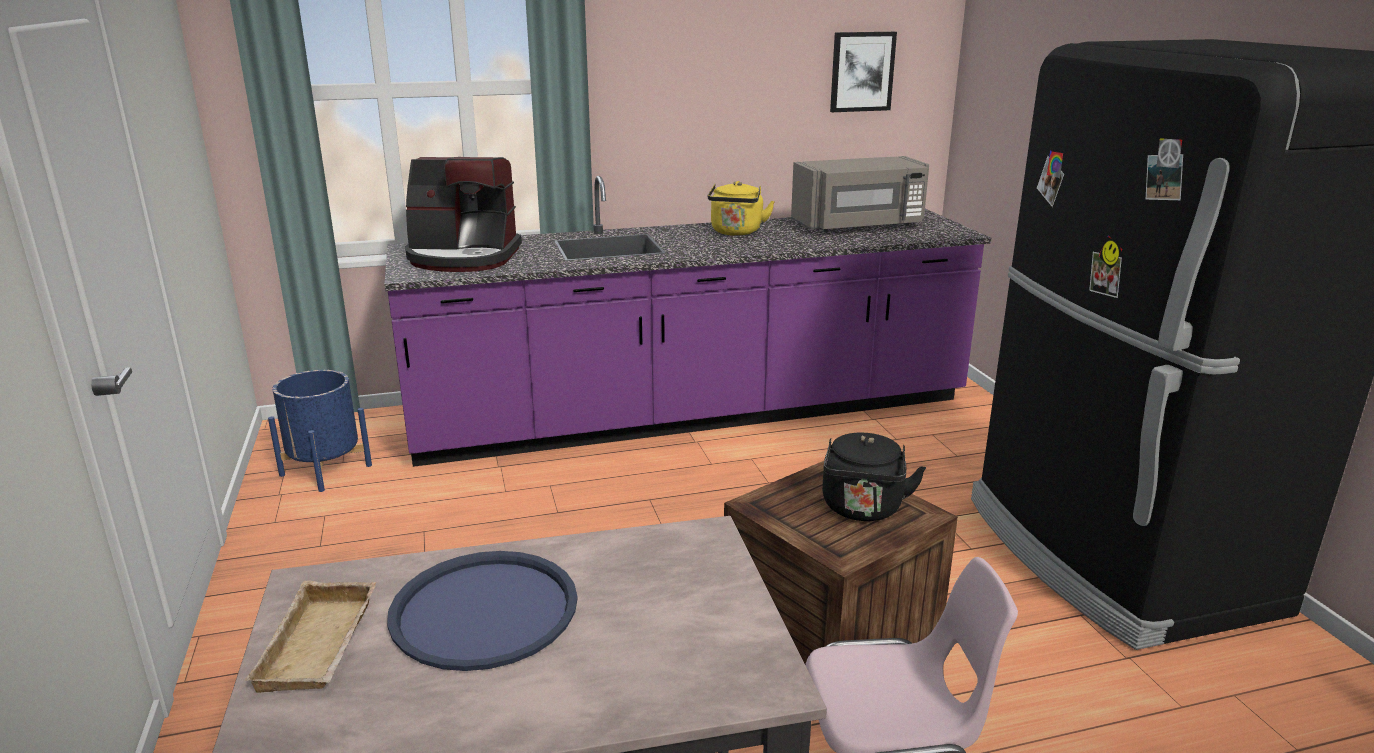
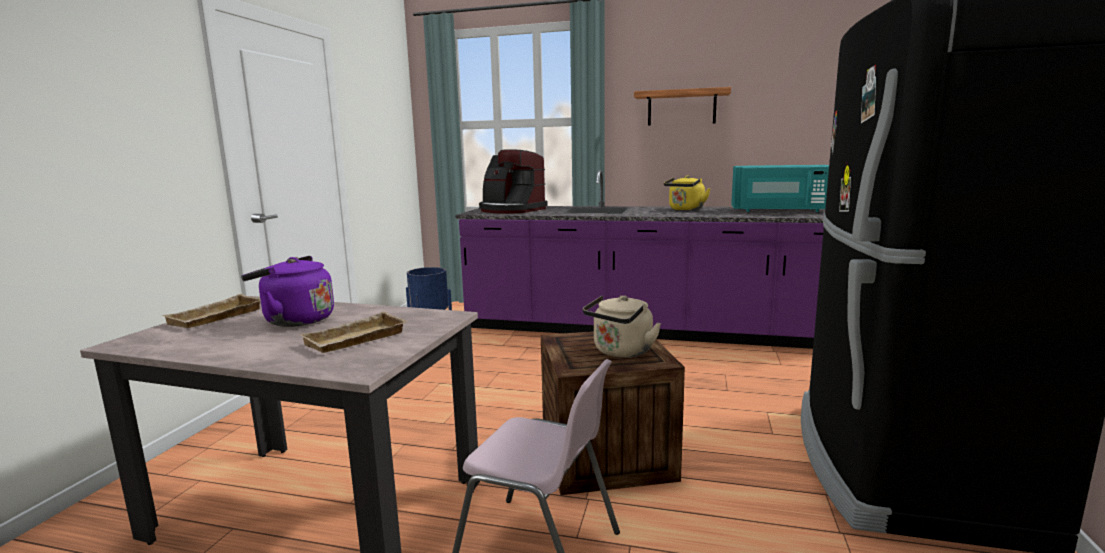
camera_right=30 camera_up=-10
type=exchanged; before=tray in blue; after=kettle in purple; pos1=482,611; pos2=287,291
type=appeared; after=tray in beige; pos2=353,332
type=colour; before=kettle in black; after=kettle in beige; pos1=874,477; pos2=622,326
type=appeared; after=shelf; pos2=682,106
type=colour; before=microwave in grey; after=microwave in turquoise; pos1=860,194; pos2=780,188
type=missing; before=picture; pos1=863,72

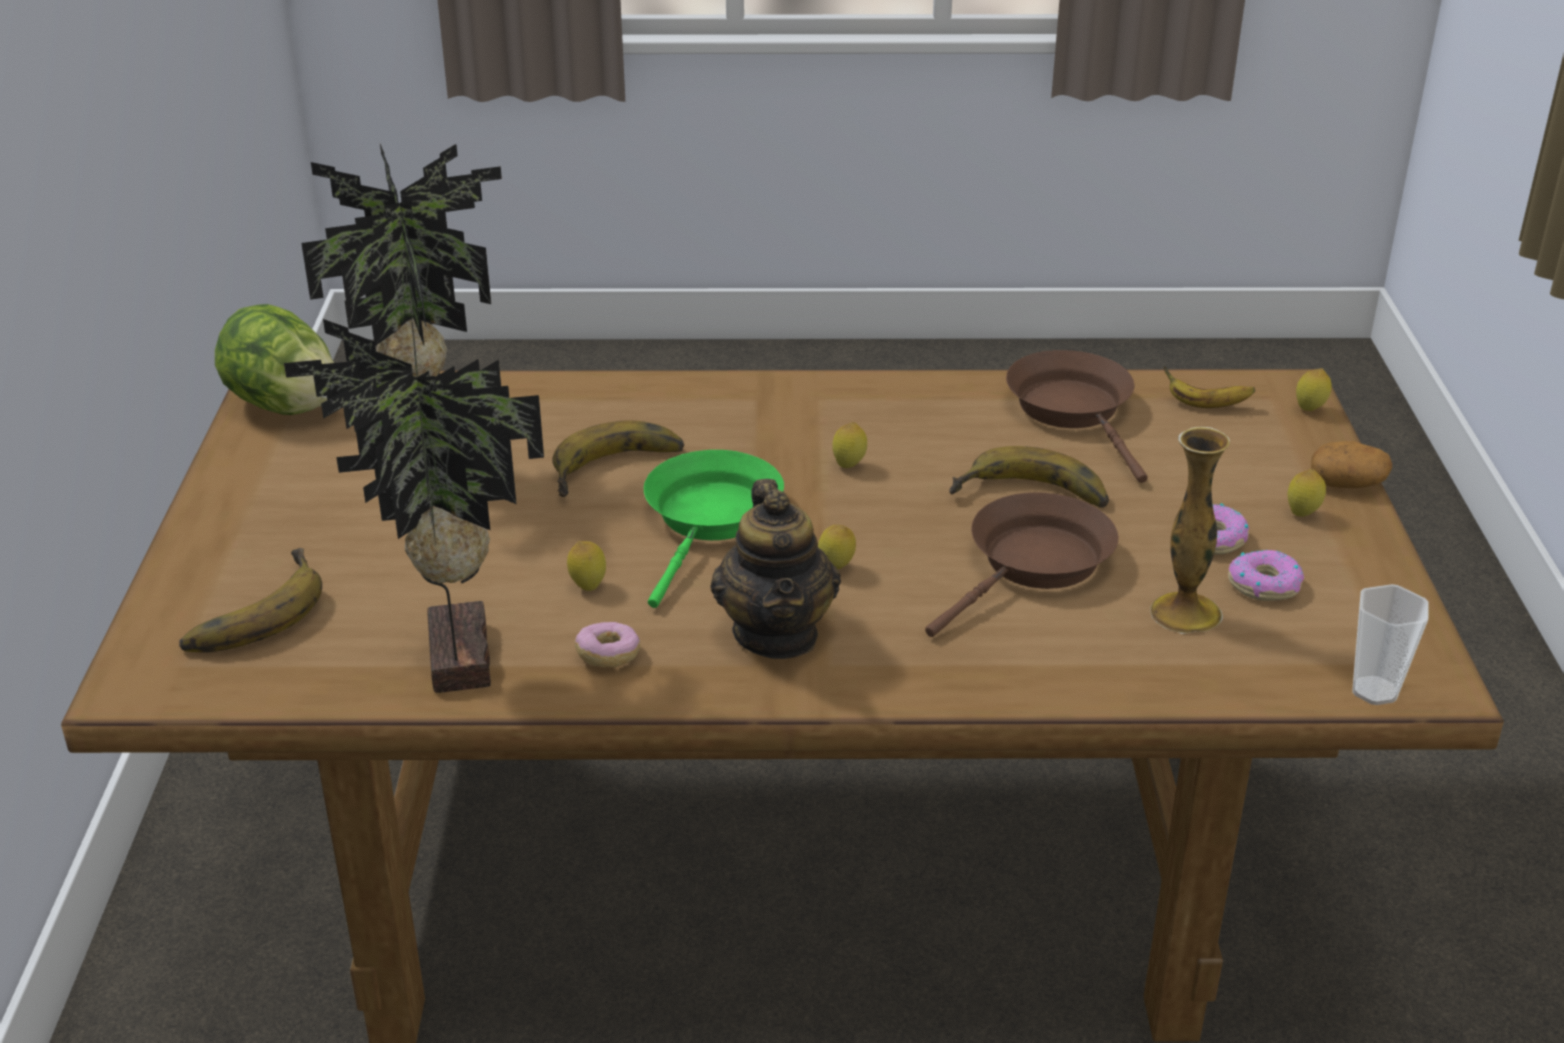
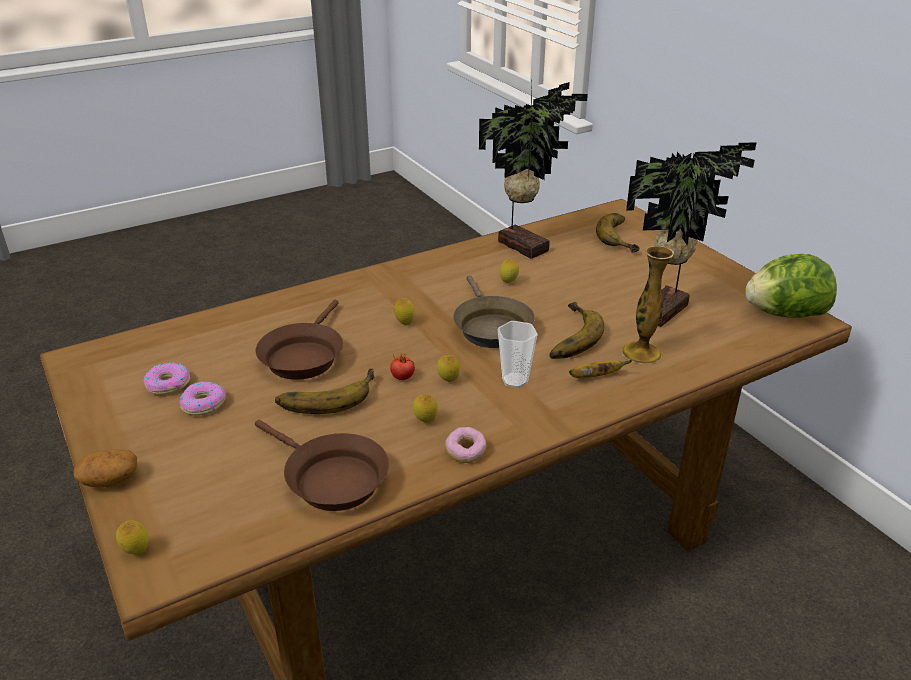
camera_right=150 camera_up=0
type=appeared; after=tomato; pos2=402,366
type=relocated; before=lemon; pos1=1307,493; pos2=425,408
type=relocated; before=donut; pos1=607,644; pos2=466,445
type=colour; before=frying pan in green; after=frying pan in brown; pos1=714,529; pos2=494,311
type=relocated; before=cup; pos1=1390,644; pos2=518,354
type=relocated; before=banana; pos1=1209,387; pos2=600,369
type=relocated; before=vase; pos1=1190,530; pos2=648,305
type=missing; before=teapot; pos1=775,569

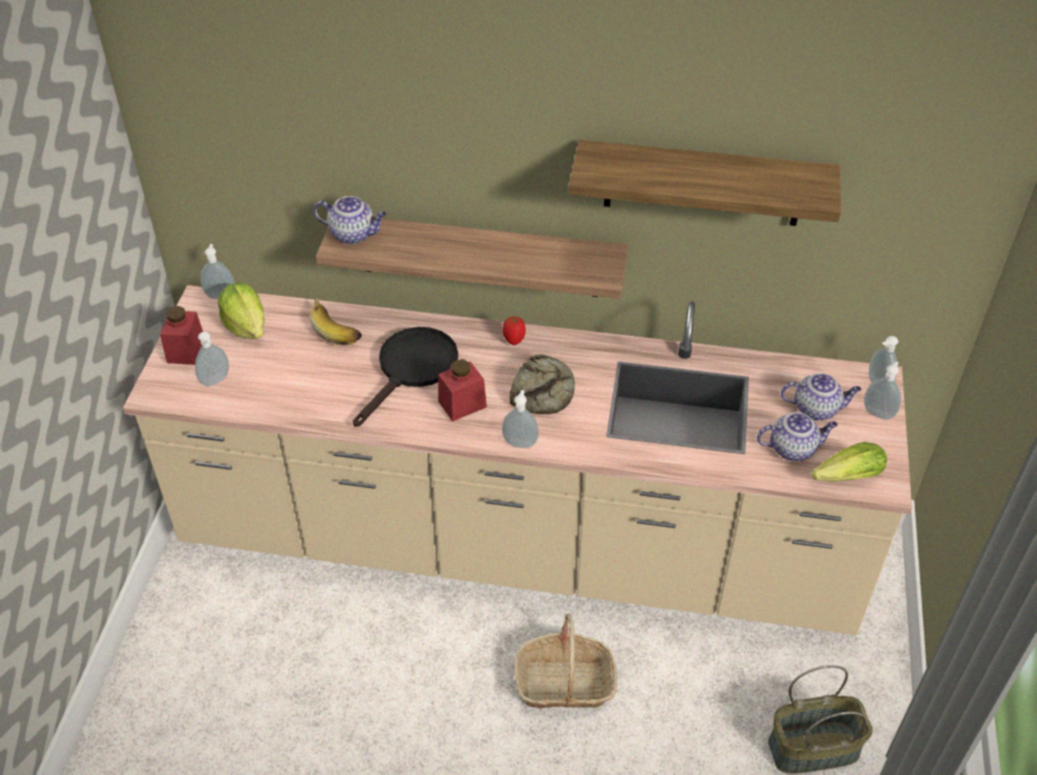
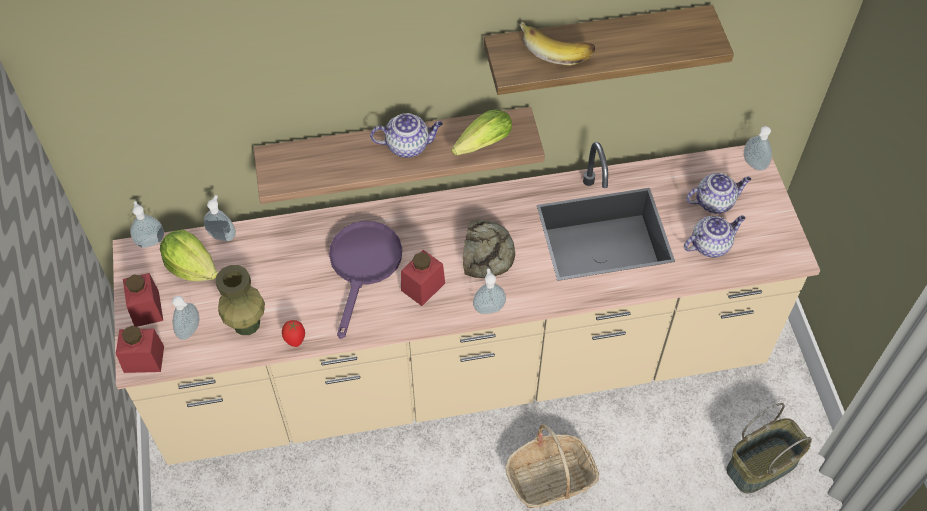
camera_right=-20 camera_up=10
type=appeared; after=jar in red; pos2=140,349
type=relocated; before=soap dispenser; pos1=882,390; pos2=220,218
type=appeared; after=vase in green; pos2=240,300
type=relocated; before=tomato; pos1=514,331; pos2=293,333
type=colour; before=frying pan in black; after=frying pan in purple; pos1=405,377; pos2=365,280
type=relocated; before=teapot; pos1=350,220; pos2=406,135
type=relocated; before=lettuce; pos1=849,462; pos2=481,132
type=relocated; before=banana; pos1=335,321; pos2=557,43

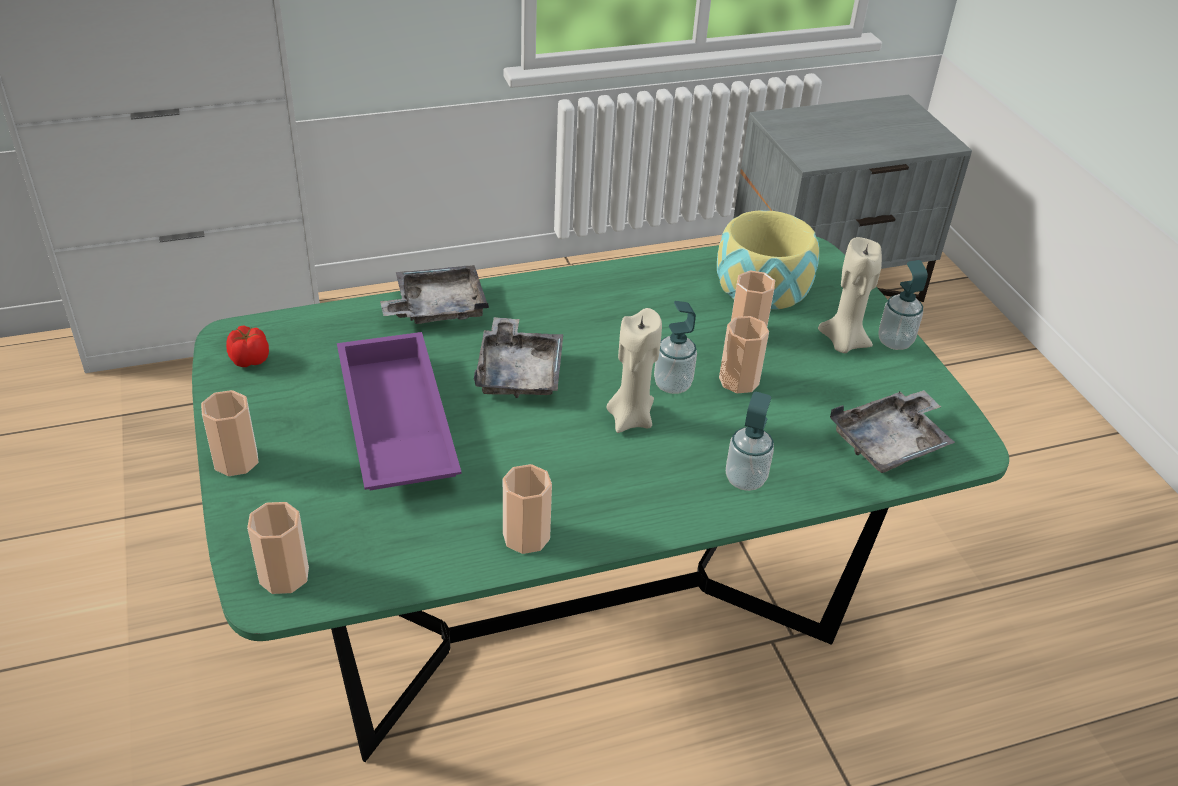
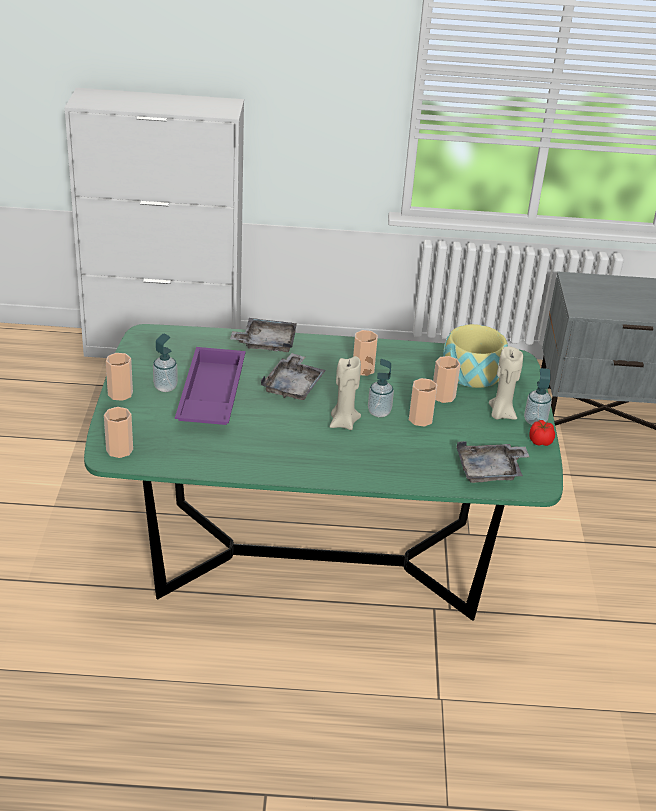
camera_right=20 camera_up=-5
type=relocated; before=soap dispenser; pos1=750,441; pos2=165,363
type=relocated; before=cup; pos1=527,509; pos2=365,353
type=relocated; before=tomato; pos1=247,346; pos2=542,433

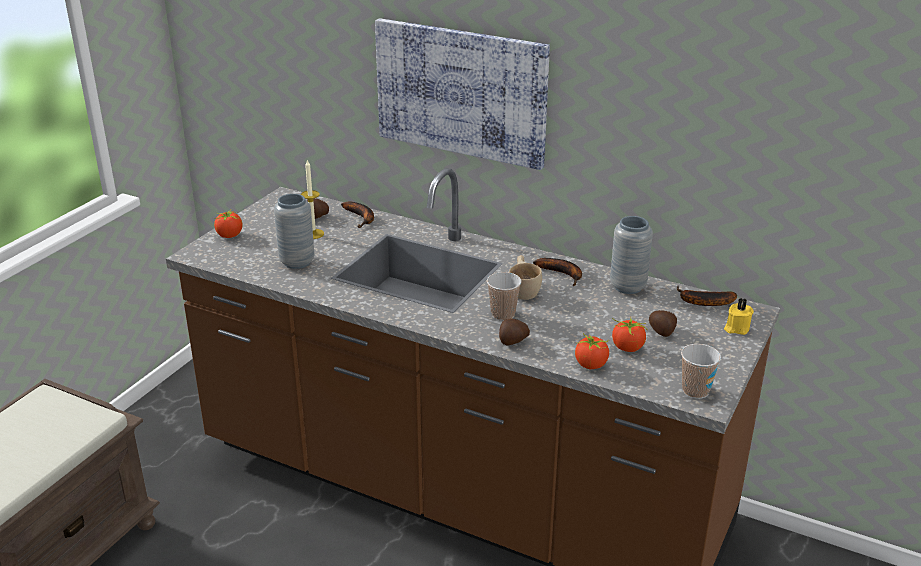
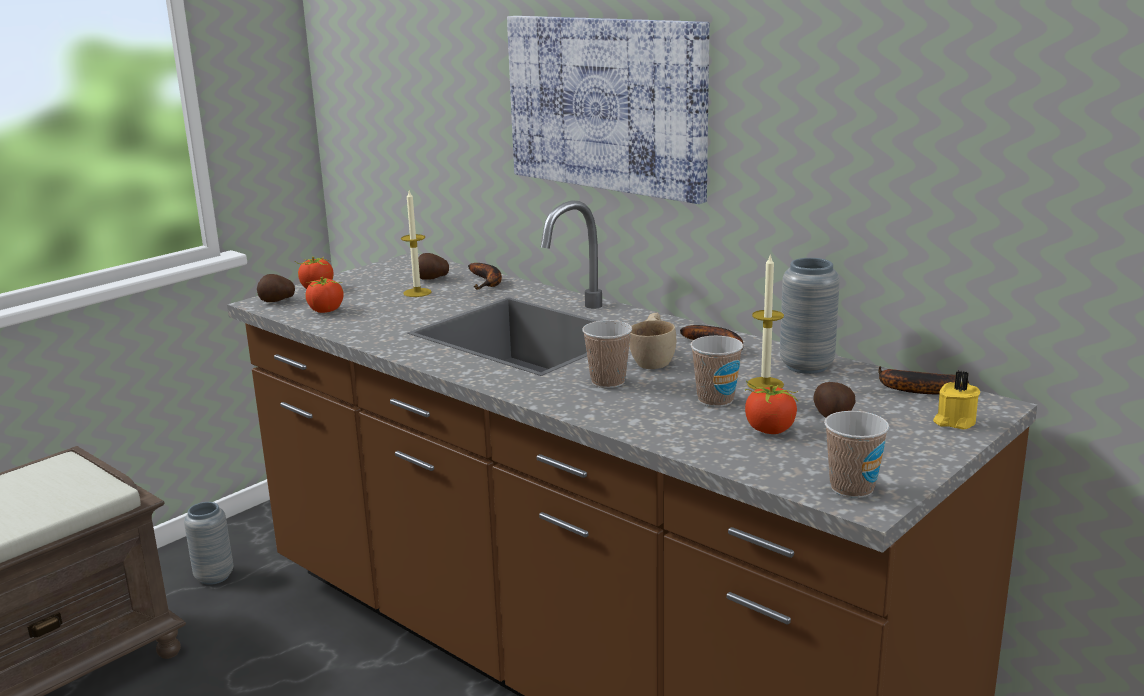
camera_right=15 camera_up=-10
type=relocated; before=vase in grey; pos1=294,231; pos2=208,543
type=relocated; before=potato; pos1=514,332; pos2=276,288
type=relocated; before=tomato; pos1=592,351; pos2=325,294
type=appeared; after=cup; pos2=717,371
type=appeared; after=candle; pos2=765,321

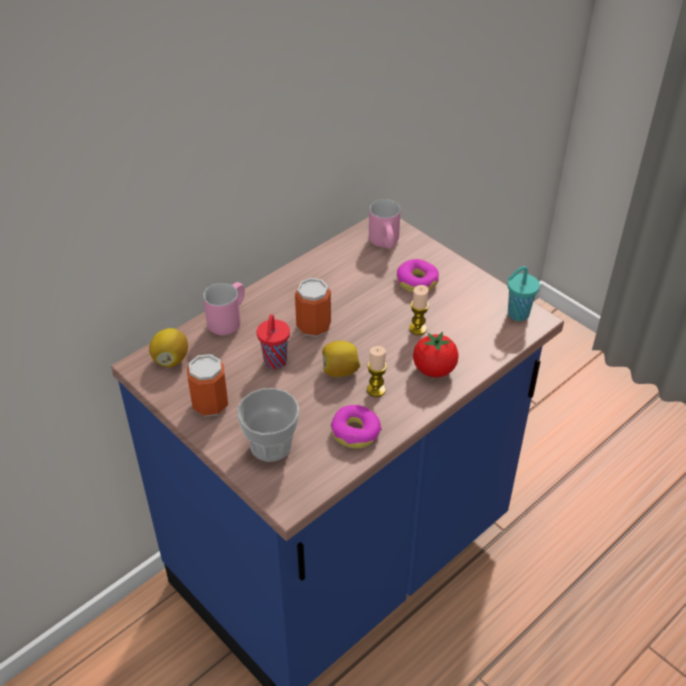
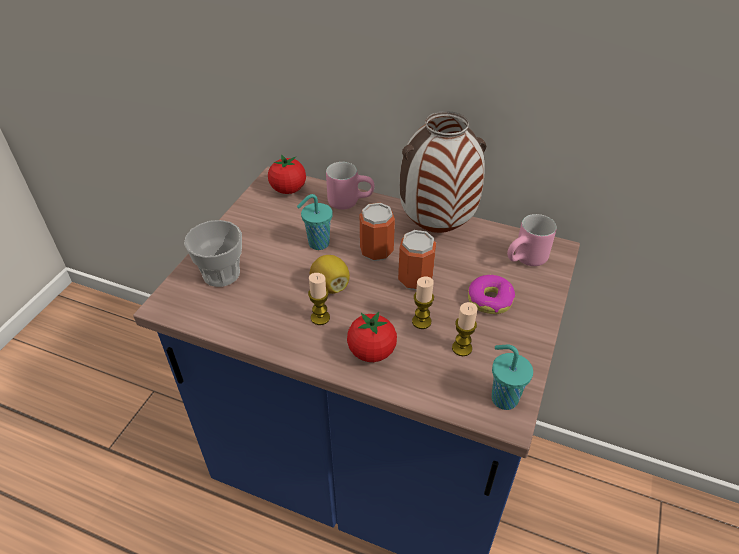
camera_right=65 camera_up=0
type=exchanged; before=lemon; after=tomato; pos1=168,347; pos2=287,174
type=colour; before=cup in red; after=cup in turquoise; pos1=273,341; pos2=315,222
type=relocated; before=can; pos1=207,385; pos2=417,260
type=appeared; after=vase; pos2=443,172
type=appeared; after=candle; pos2=464,329
type=missing; before=donut; pos1=356,426

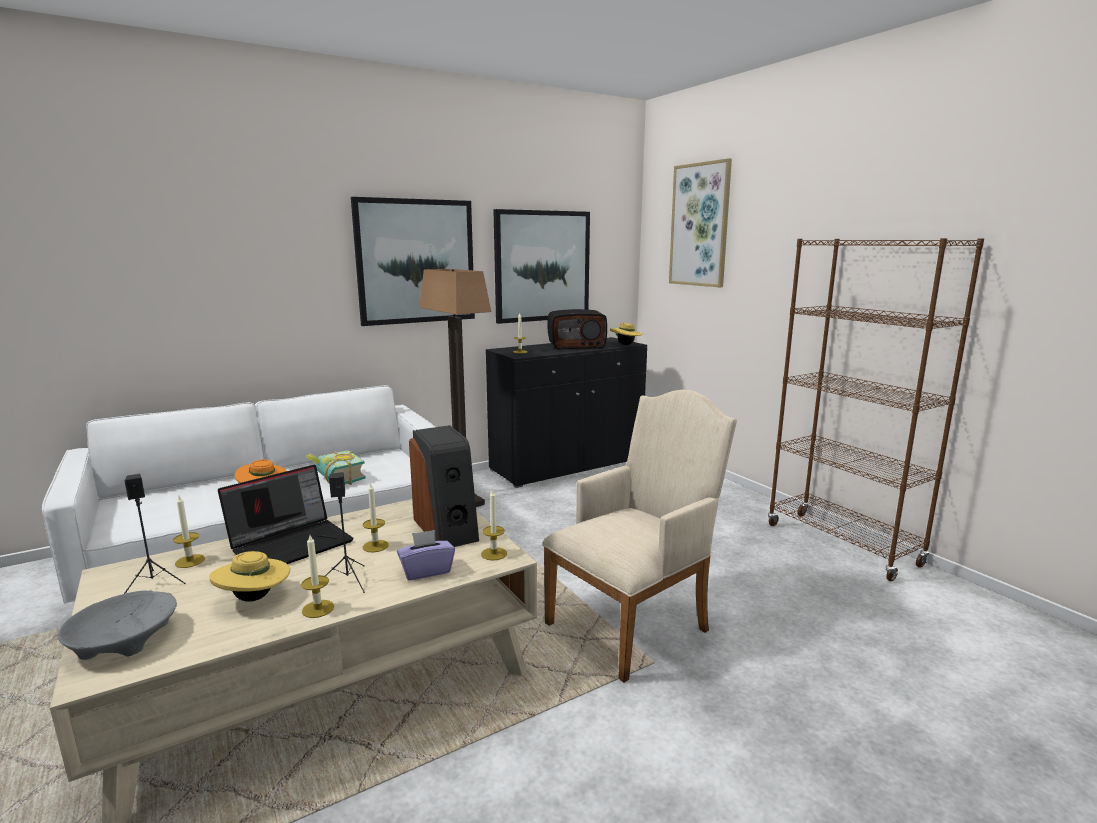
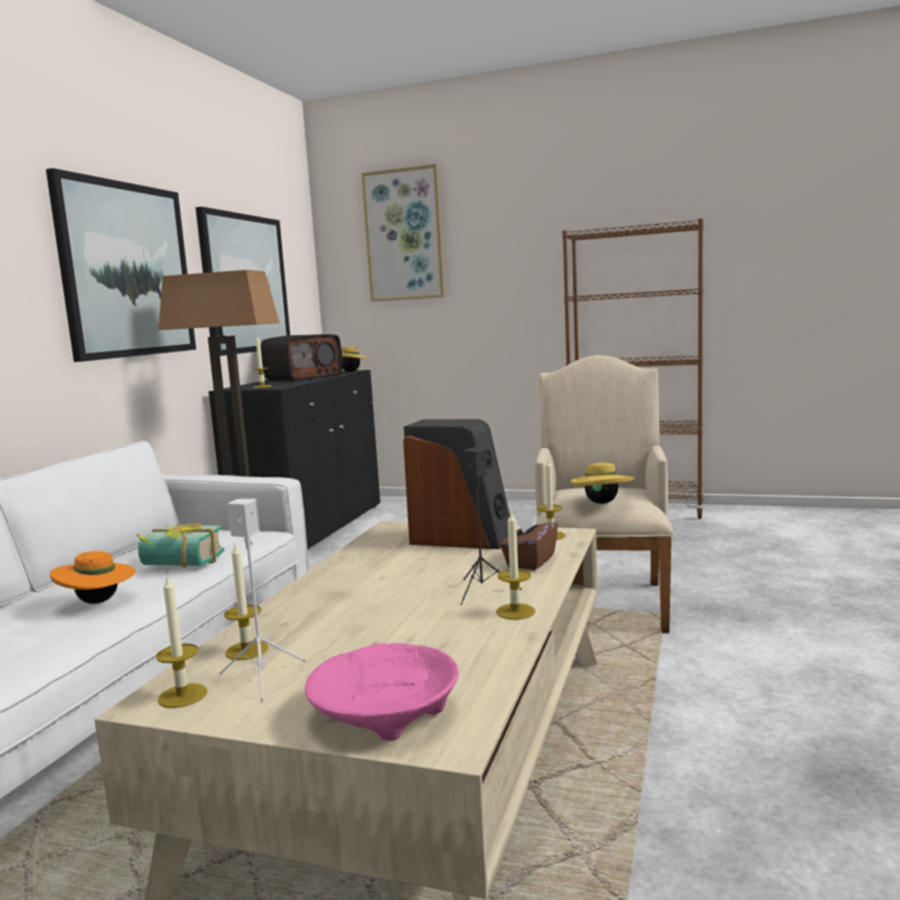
camera_right=-40 camera_up=-5
type=relocated; before=candle; pos1=376,517; pos2=182,641
type=colour; before=speaker in black; after=speaker in white; pos1=154,534; pos2=262,601
type=colour; before=bowl in grey; after=bowl in pink; pos1=117,625; pos2=382,692
type=colour; before=tissue box in purple; after=tissue box in brown; pos1=426,555; pos2=529,540
type=relocated; before=hat in yellow; pos1=249,576; pos2=603,482
type=missing; before=laptop; pos1=286,514

